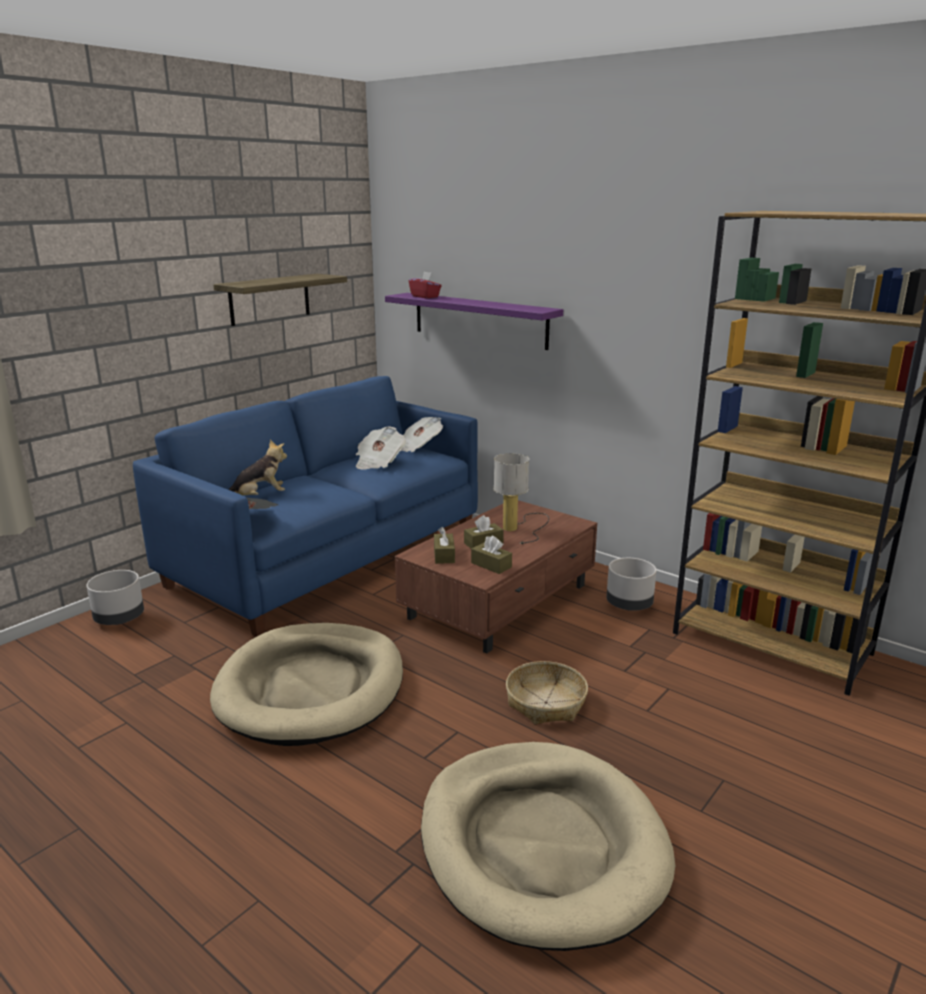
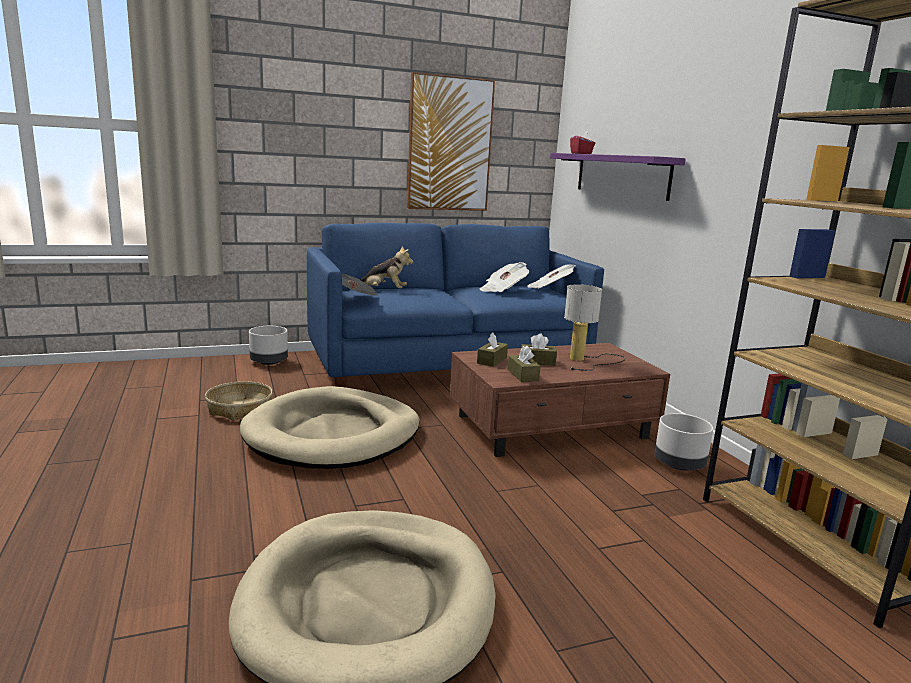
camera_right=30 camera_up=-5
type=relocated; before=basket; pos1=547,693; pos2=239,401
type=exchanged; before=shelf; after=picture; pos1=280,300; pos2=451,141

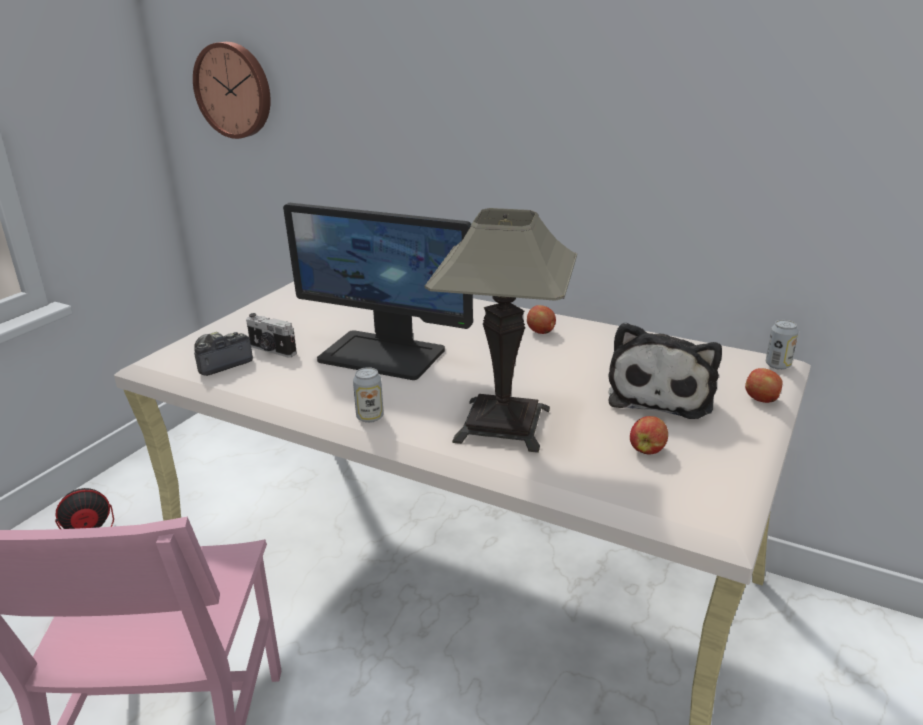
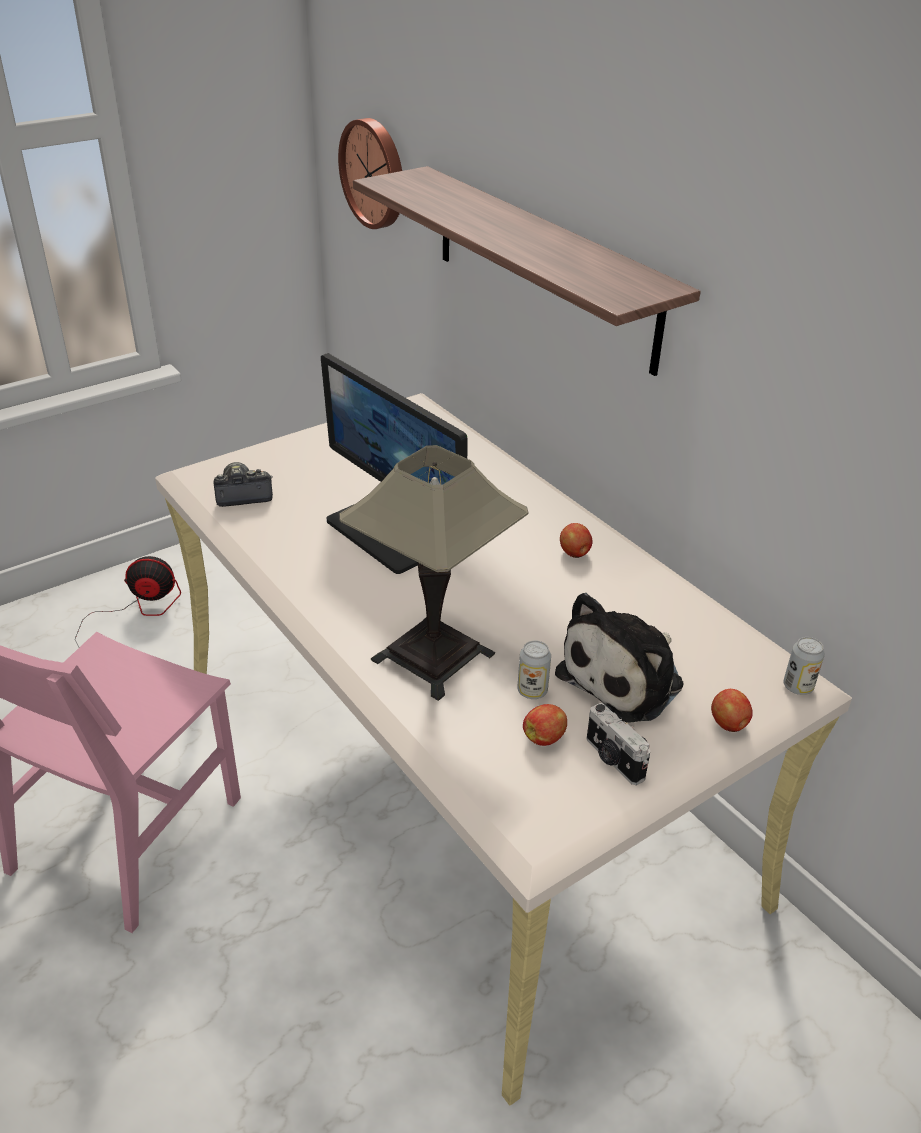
camera_right=25 camera_up=10
type=appeared; after=shelf; pos2=527,271
type=relocated; before=can; pos1=368,395; pos2=534,670
type=relocated; before=photo camera; pos1=271,335; pos2=618,744

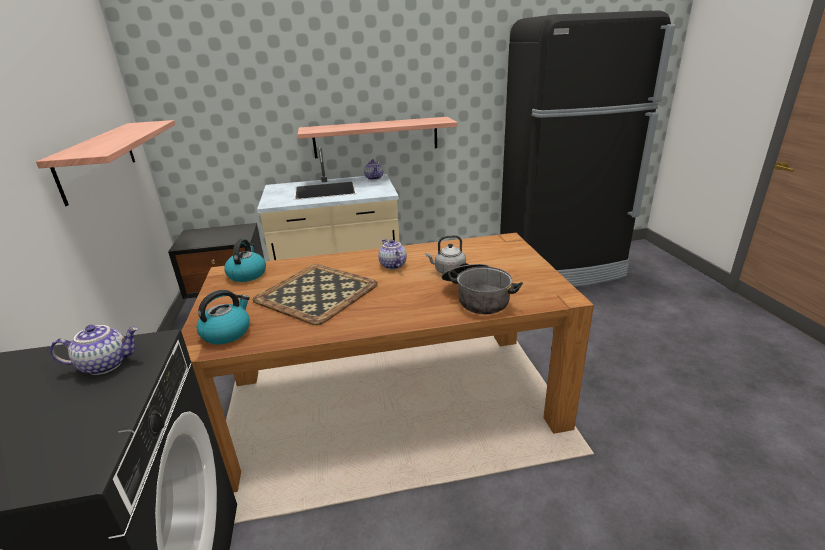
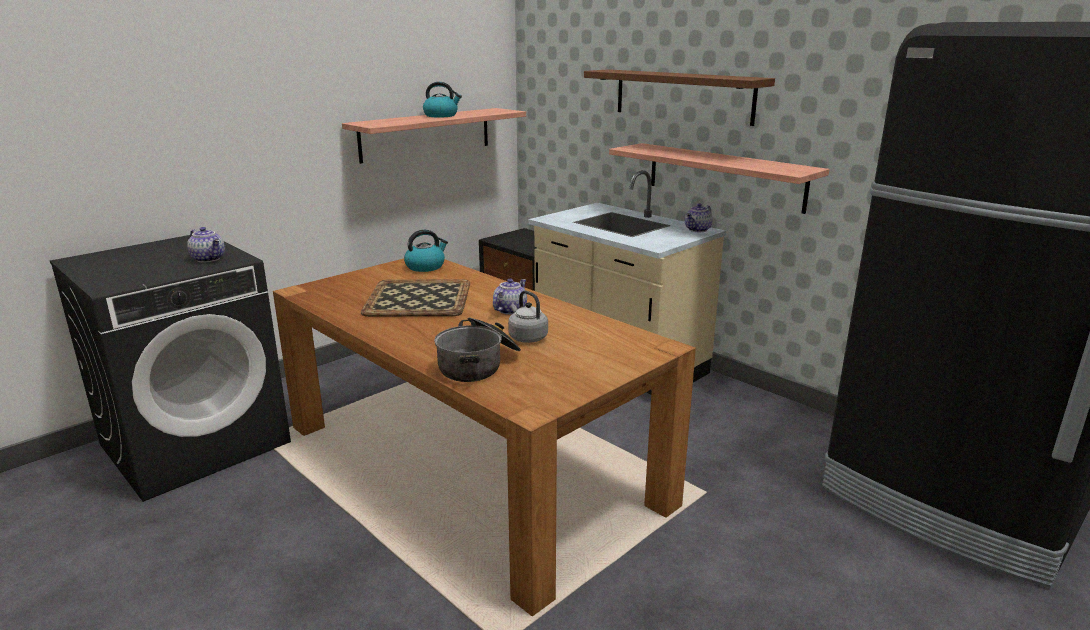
camera_right=55 camera_up=-5
type=relocated; before=kettle; pos1=223,317; pos2=442,99
type=appeared; after=shelf in brown; pos2=679,97

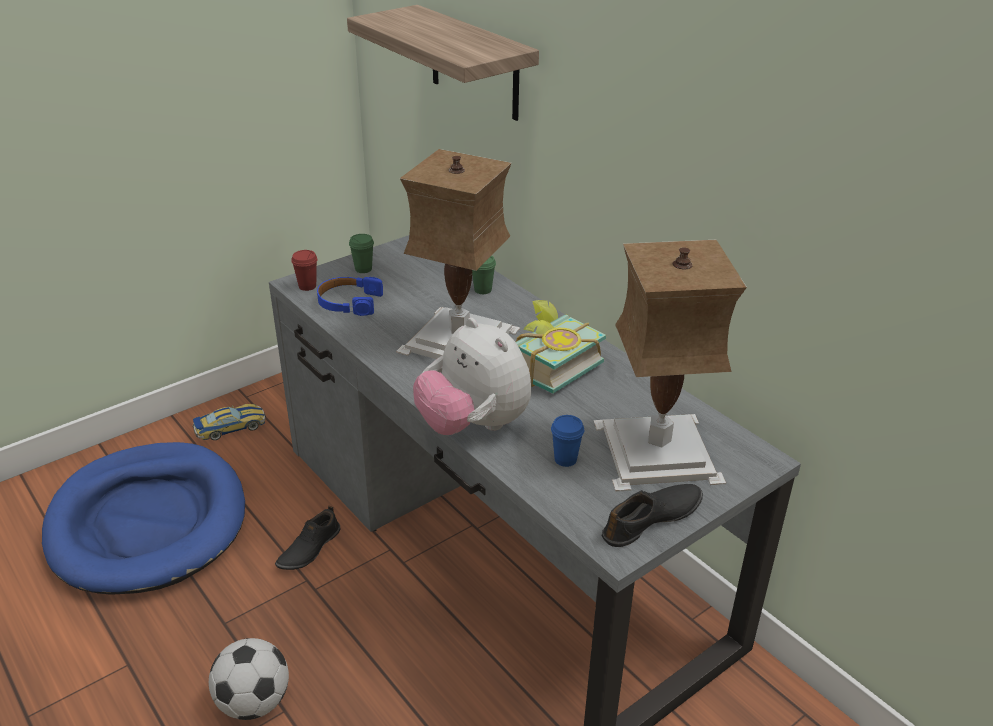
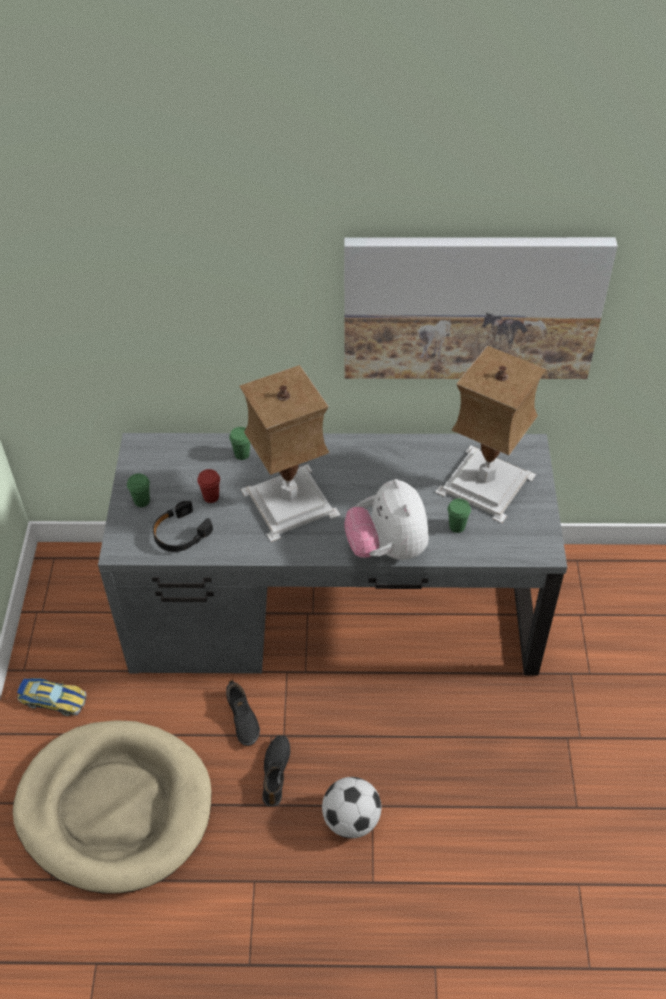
camera_right=-50 camera_up=15
type=colour; before=dog bed in blue; after=dog bed in beige; pos1=143,518; pos2=112,806
type=spun; before=toy car; pos1=229,422; pos2=51,697; turn=90
type=colour; before=headphones in blue; after=headphones in black; pos1=350,296; pos2=183,526
type=relocated; before=cup in red; pos1=304,270; pos2=208,486
type=relocated; before=shoe in black; pos1=652,515; pos2=276,771
type=appeared; after=picture; pos2=481,308
type=spun; before=plush toy; pos1=472,376; pos2=386,519; turn=75
type=colour; before=cup in blue; after=cup in green; pos1=567,441; pos2=459,515
type=missing; before=shelf; pos1=443,63
type=missing; before=book; pos1=561,346

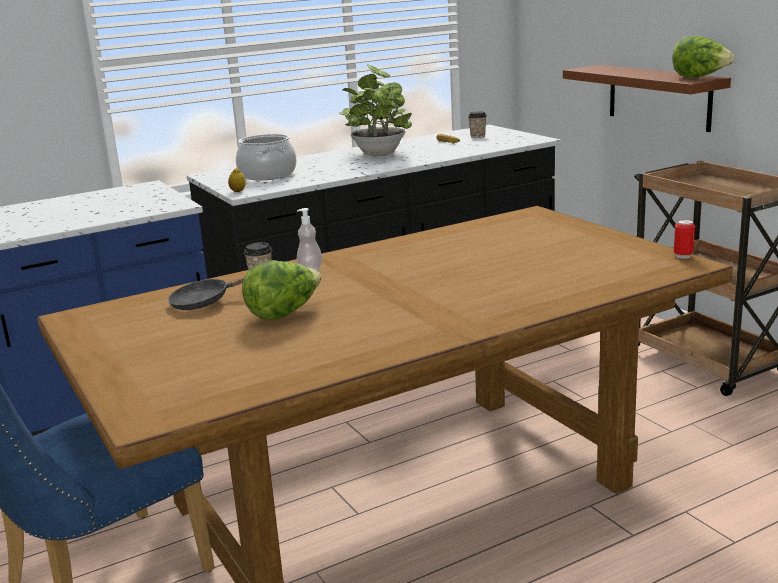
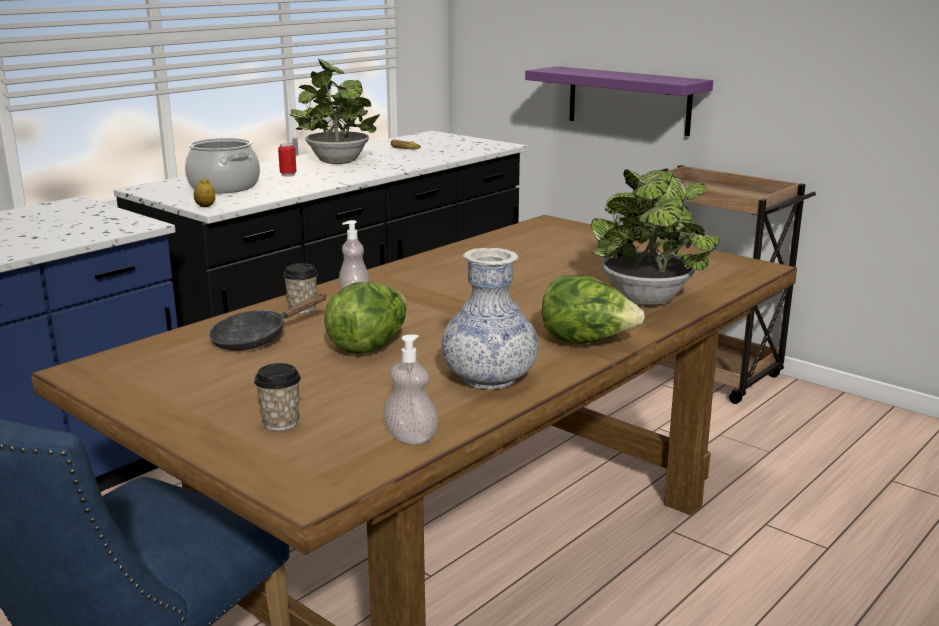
camera_right=-20 camera_up=0
type=relocated; before=cup; pos1=477,124; pos2=277,397
type=relocated; before=can; pos1=684,239; pos2=287,160
type=appeared; after=soap dispenser; pos2=410,389
type=appeared; after=vase; pos2=489,318
type=colour; before=shelf in brown; after=shelf in purple; pos1=647,98; pos2=619,101
type=relocated; before=lettuce; pos1=703,57; pos2=593,309
type=appeared; after=potted plant; pos2=655,237

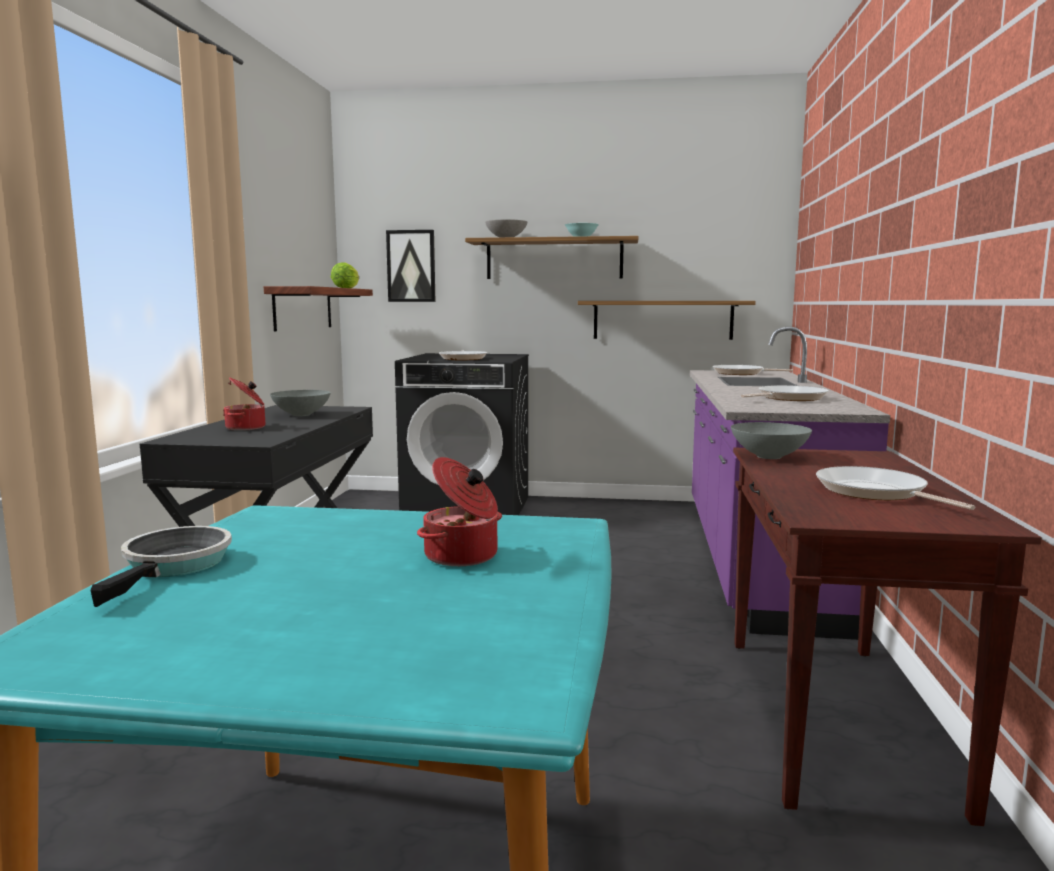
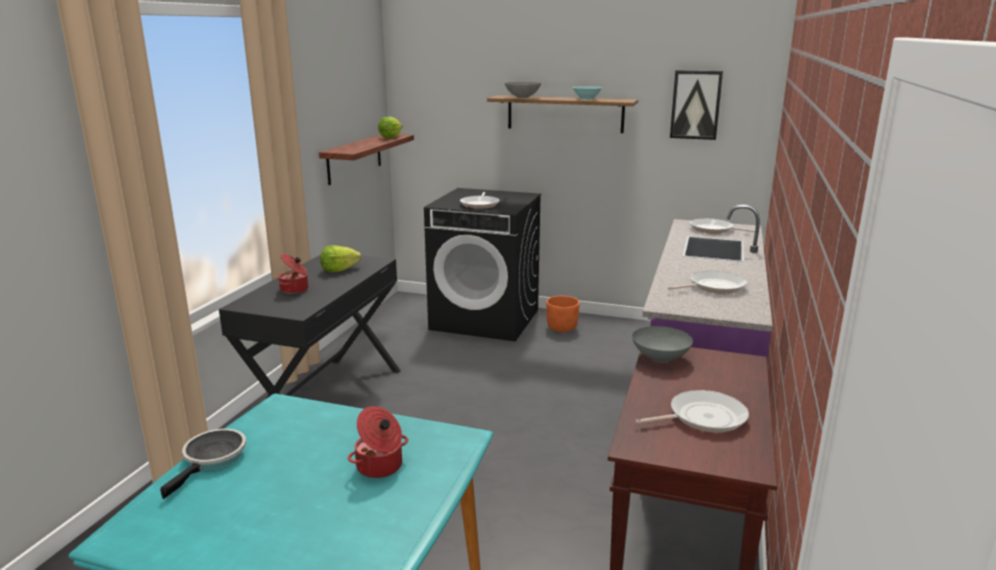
camera_right=10 camera_up=10
type=exchanged; before=bowl in grey; after=lettuce; pos1=300,403; pos2=340,258
type=appeared; after=planter in orange; pos2=563,314
type=spun; before=frying pan; pos1=895,488; pos2=692,411; turn=90
type=relocated; before=picture; pos1=410,266; pos2=696,105
type=missing; before=shelf; pos1=667,320

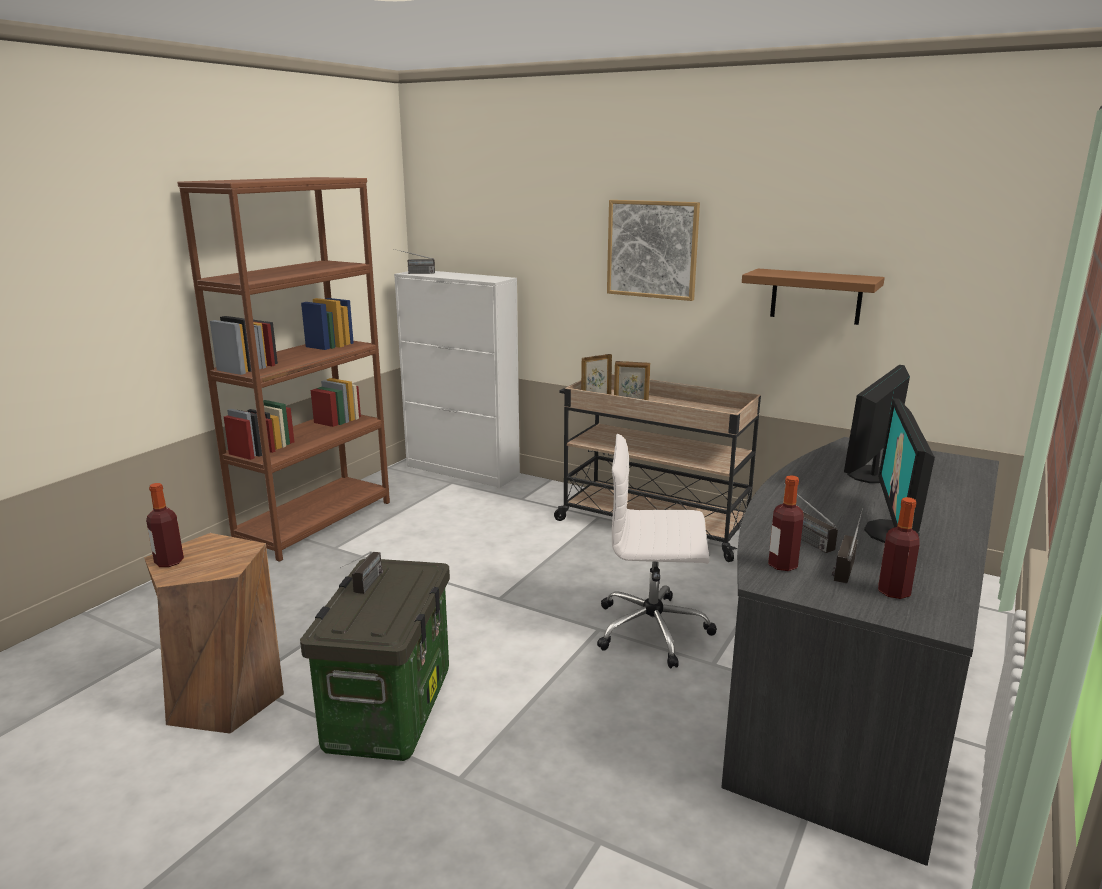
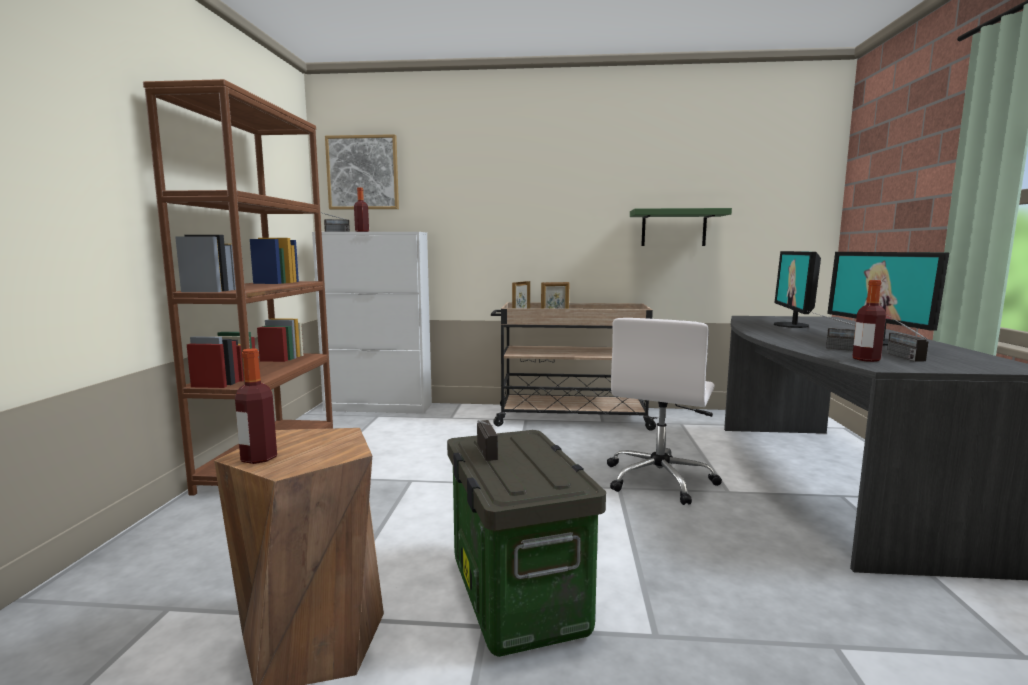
camera_right=-25 camera_up=-10
type=relocated; before=picture; pos1=653,250; pos2=362,172
type=relocated; before=bottle; pos1=899,548; pos2=361,210
type=spun; before=office chair in white; pos1=657,551; pos2=664,411; turn=-45
type=colour; before=shelf in brown; after=shelf in green; pos1=813,297; pos2=681,227

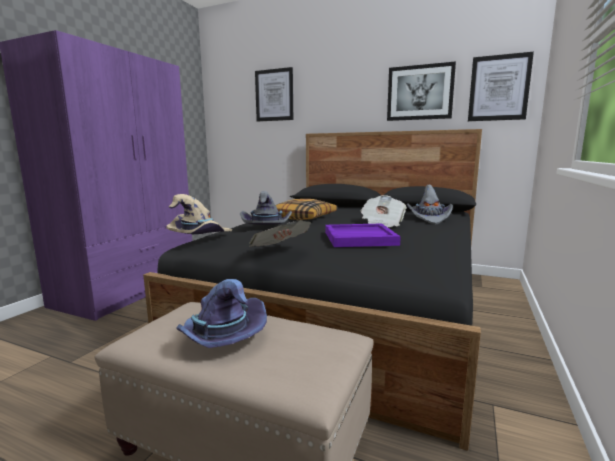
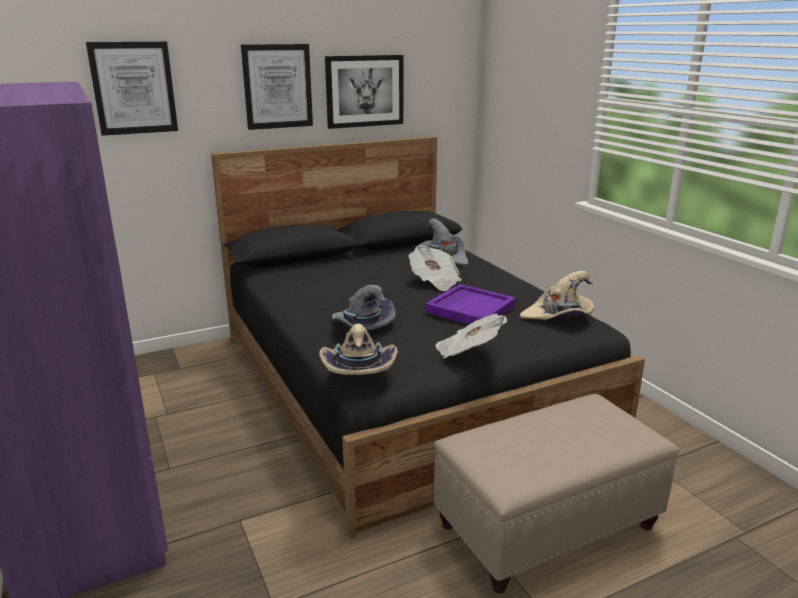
camera_right=-50 camera_up=10
type=relocated; before=picture; pos1=501,86; pos2=277,87
type=appeared; after=hat in beige; pos2=557,295
type=missing; before=hat in purple; pos1=221,313
type=missing; before=pillow; pos1=306,209

